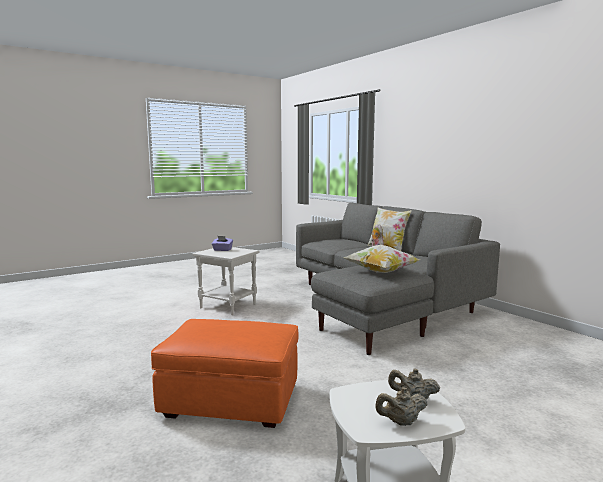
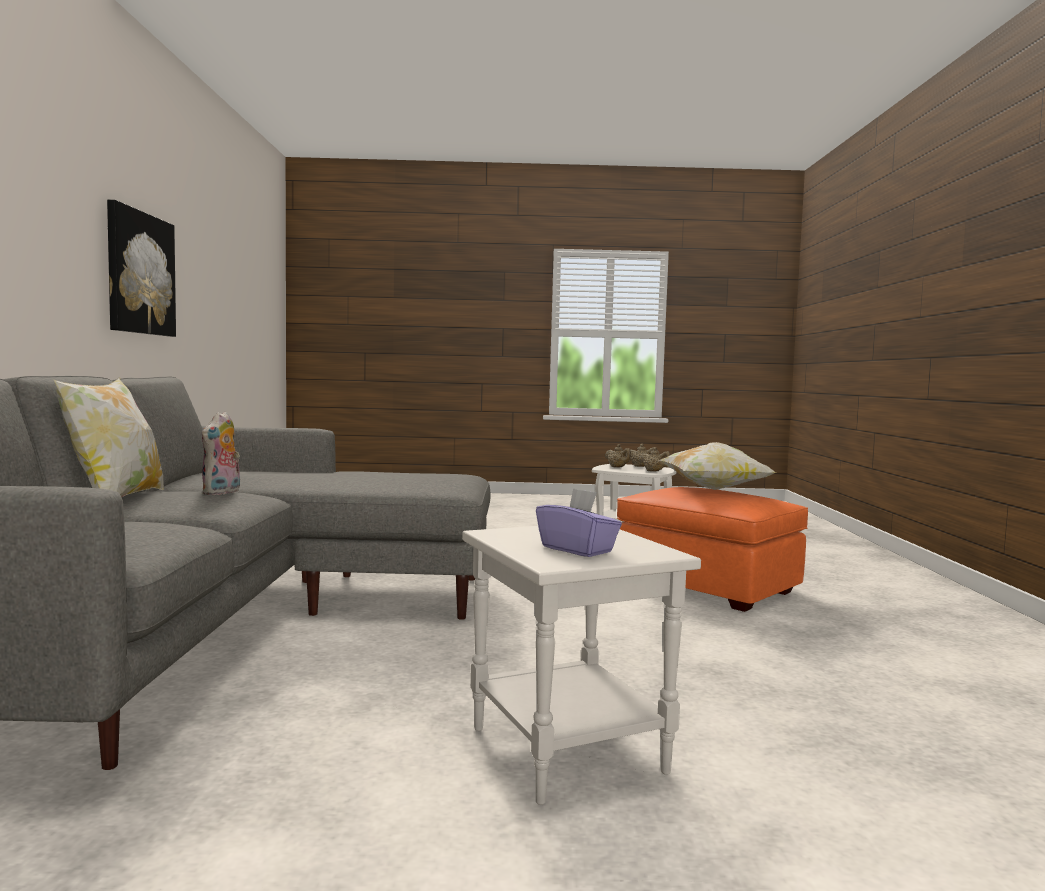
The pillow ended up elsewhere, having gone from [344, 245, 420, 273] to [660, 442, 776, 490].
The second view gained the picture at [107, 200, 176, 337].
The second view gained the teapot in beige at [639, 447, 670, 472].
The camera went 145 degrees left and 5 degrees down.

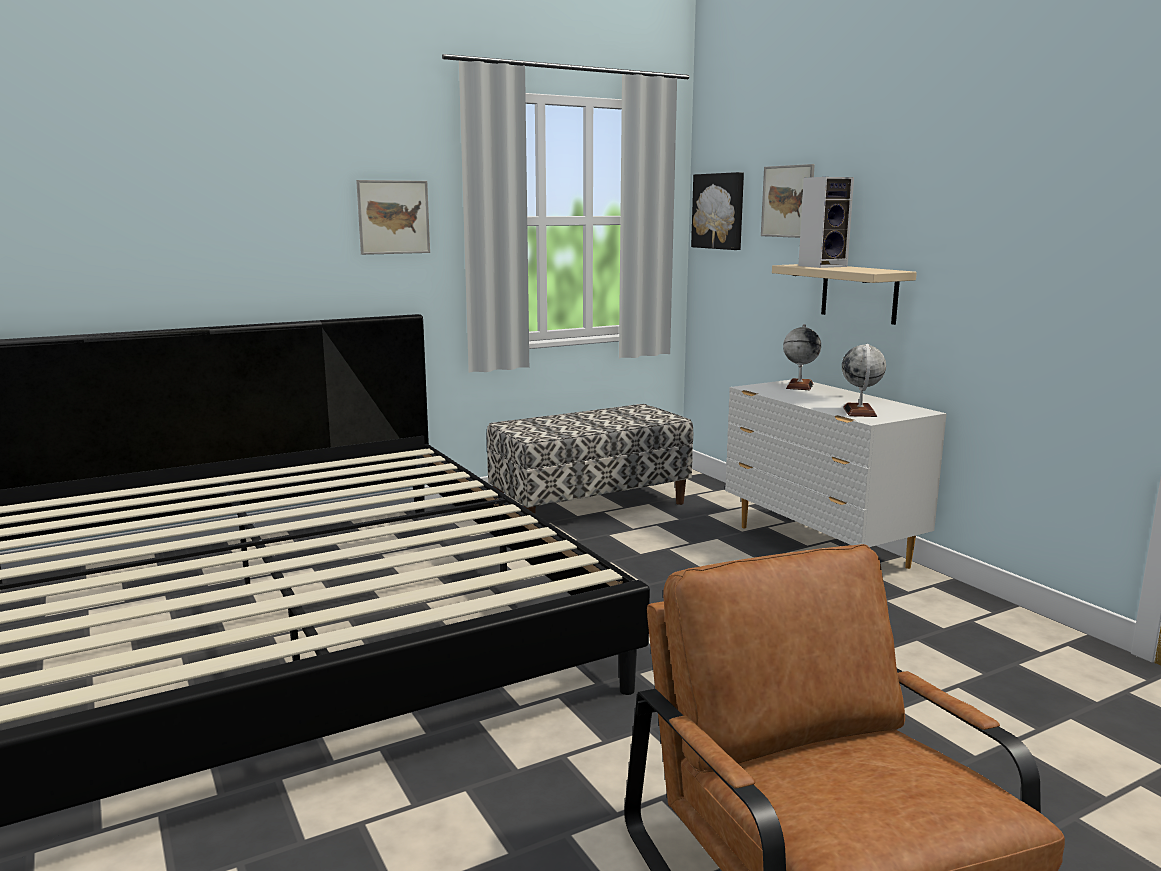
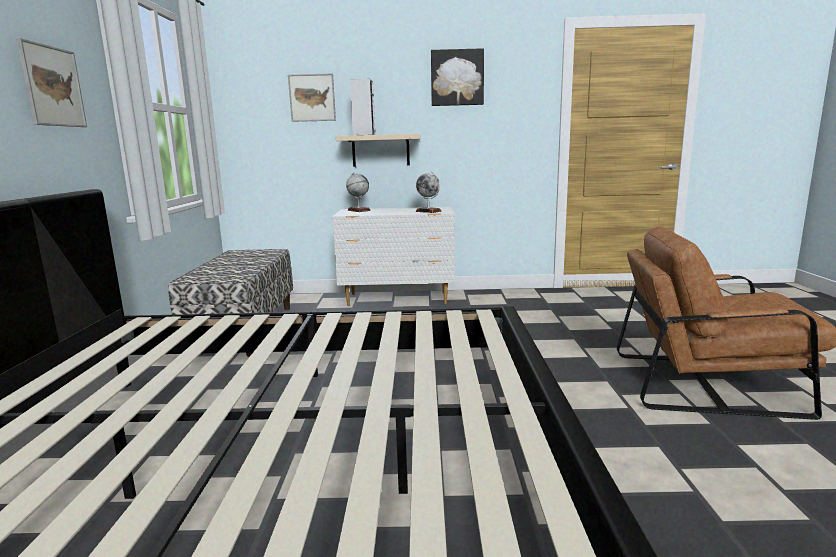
The picture ended up elsewhere, having gone from [691, 172, 744, 250] to [431, 48, 484, 106].
The camera went 60 degrees left and 0 degrees up.

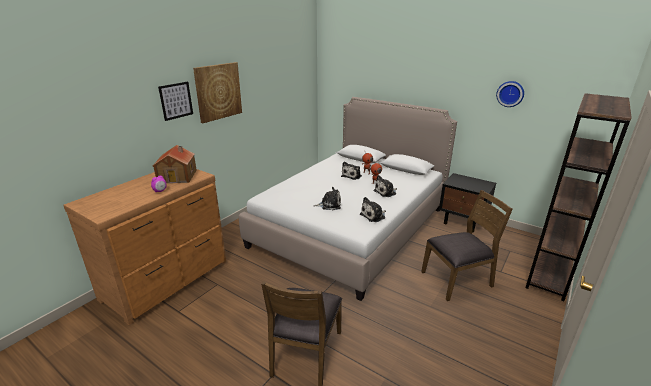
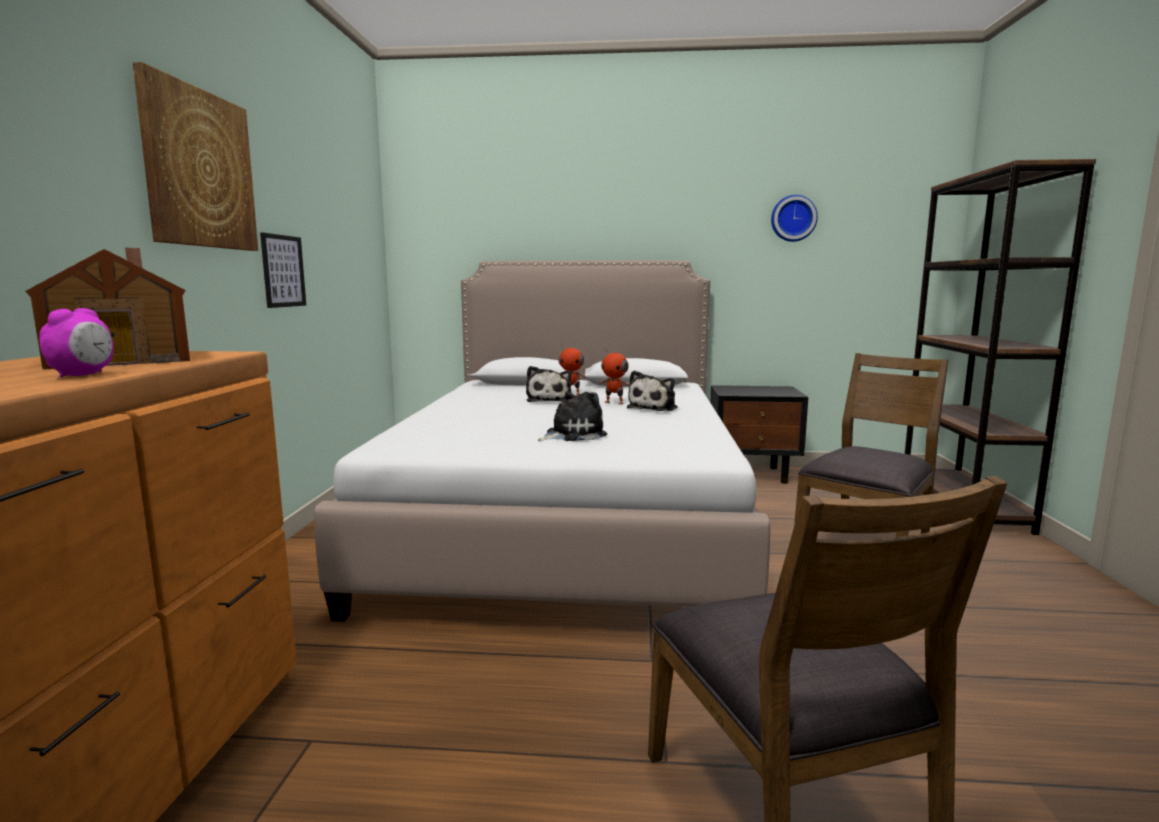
The picture ended up elsewhere, having gone from [158, 82, 193, 121] to [260, 233, 306, 308].
The second view lost the plush toy at [360, 197, 386, 222].
The camera went 30 degrees left and 15 degrees down.

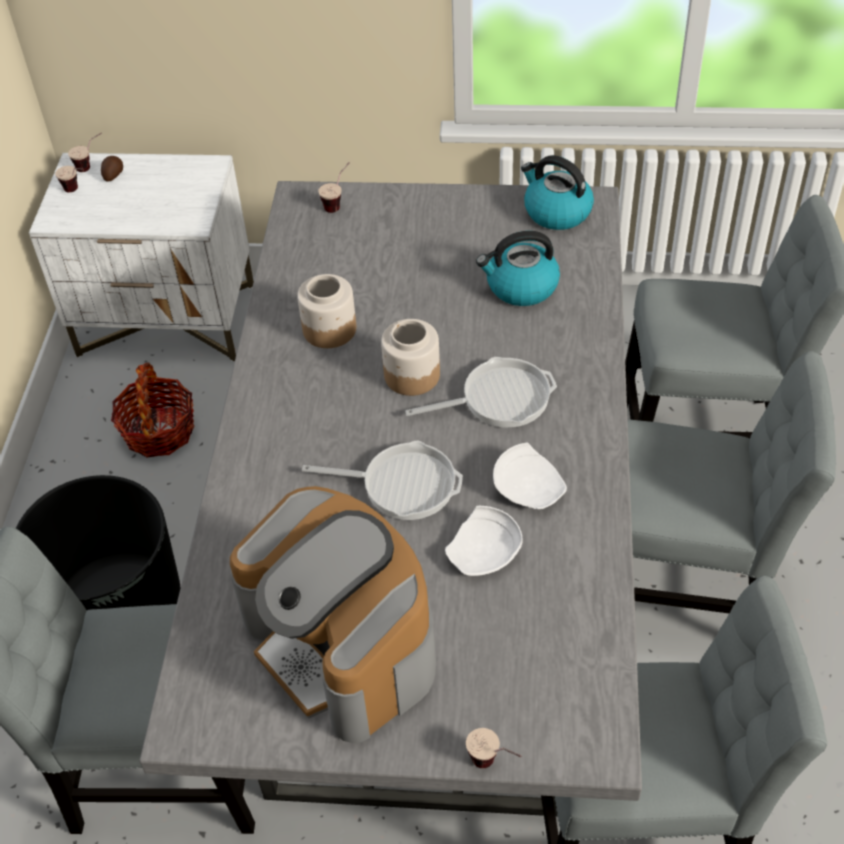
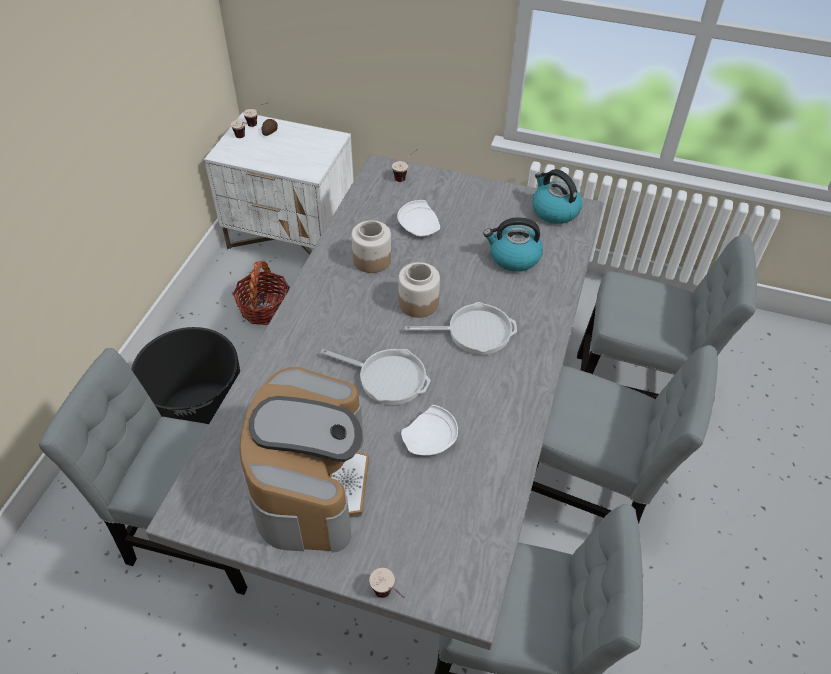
The coffee machine at [230, 486, 436, 743] ended up facing another way, 150 degrees counterclockwise from before.
The plate in white ended up elsewhere, having gone from [493, 443, 567, 510] to [397, 200, 440, 237].
The camera went 10 degrees right and 0 degrees up.

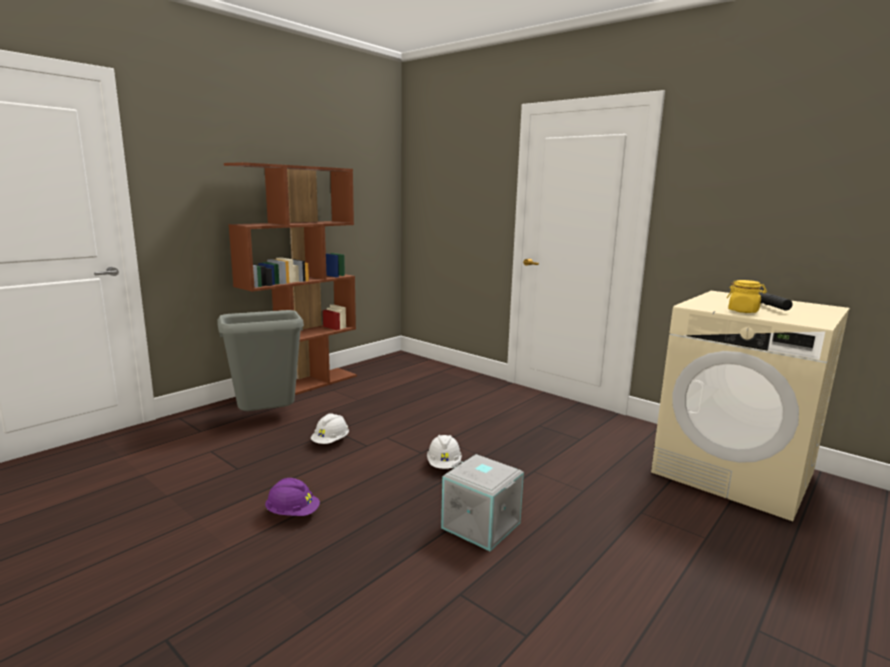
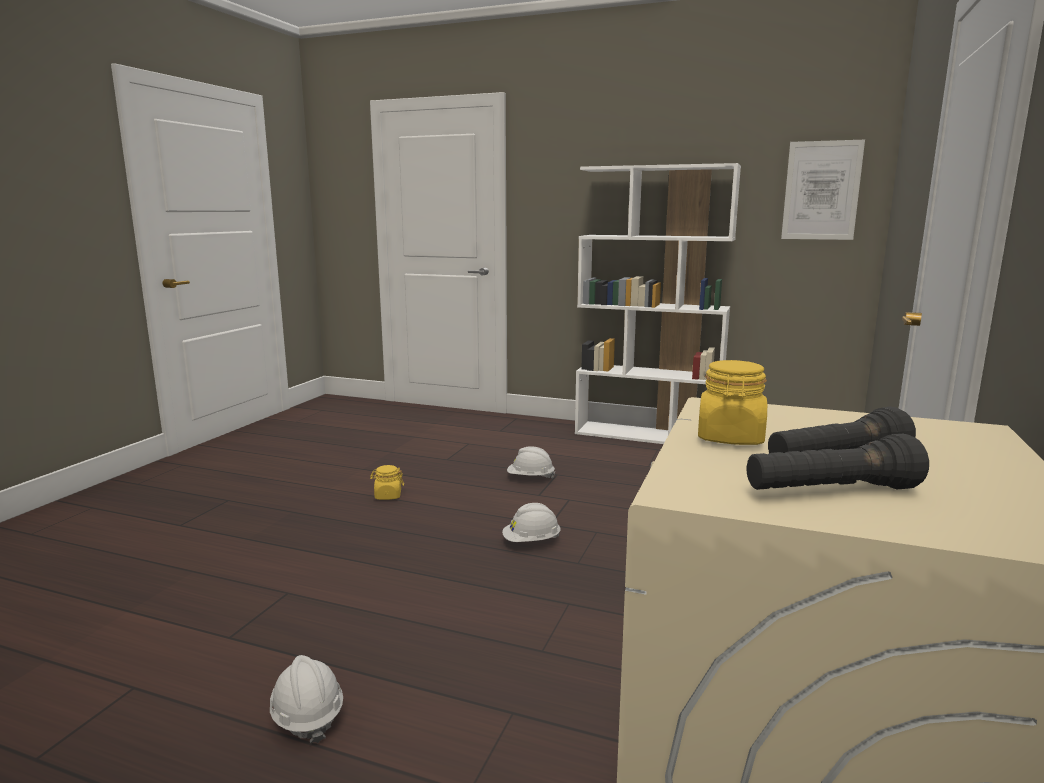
The second view lost the trash can in grey at [217, 310, 304, 411].
What was the bookcase in brown at [224, 162, 357, 395] turned into the bookcase in white at [575, 163, 741, 444].
Where the hard hat in purple stood at [265, 478, 320, 516], the jar in yellow came to stand at [370, 465, 404, 500].
The second view lost the storage box in grey at [441, 454, 524, 551].
The second view gained the hard hat in white at [270, 655, 343, 743].
The second view gained the flashlight in black at [747, 434, 929, 490].
The second view gained the picture at [781, 140, 865, 240].
The camera went 70 degrees right and 0 degrees up.

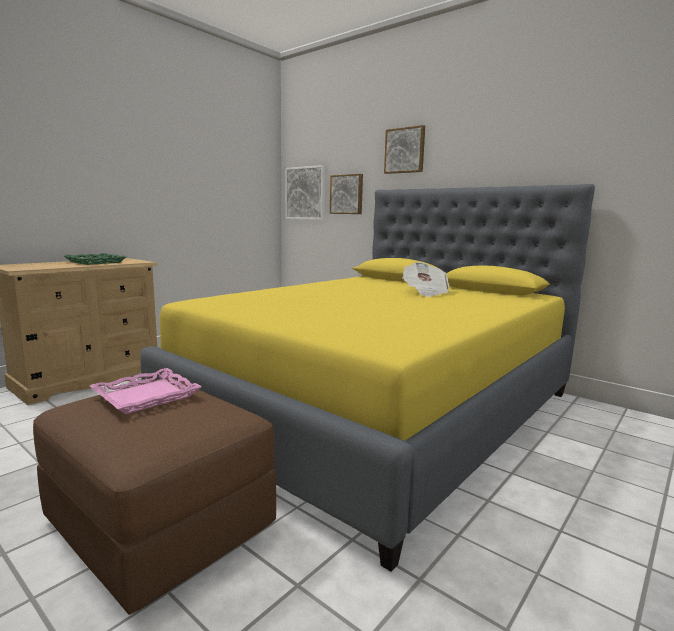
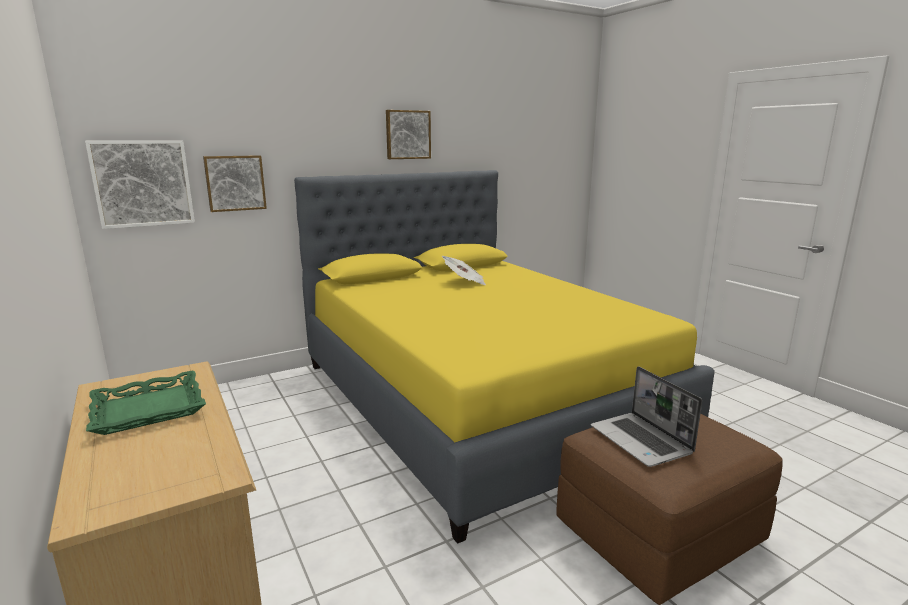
Where the tray in pink stood at [90, 368, 202, 414], the laptop came to stand at [591, 366, 702, 467].
The picture ended up elsewhere, having gone from [384, 125, 425, 174] to [386, 110, 431, 159].
The camera went 70 degrees left and 5 degrees up.

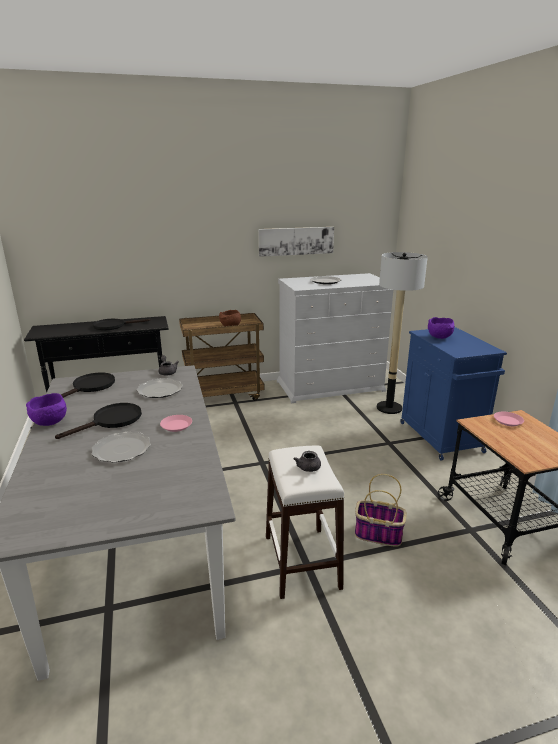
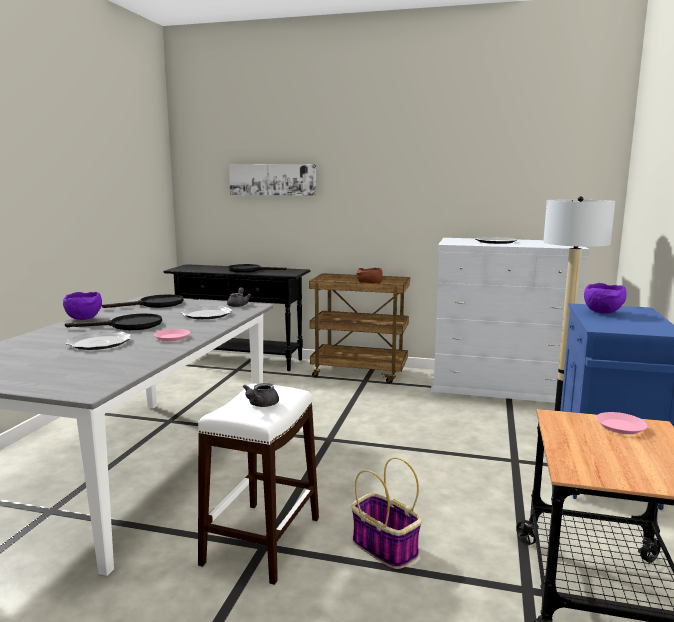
The picture ended up elsewhere, having gone from [258, 227, 334, 257] to [229, 164, 316, 196].
The camera went 30 degrees right and 10 degrees down.

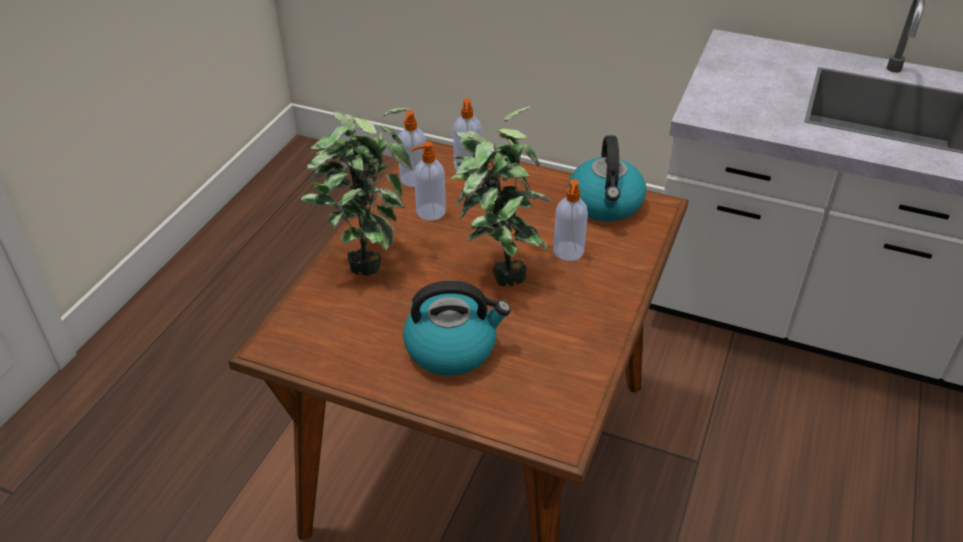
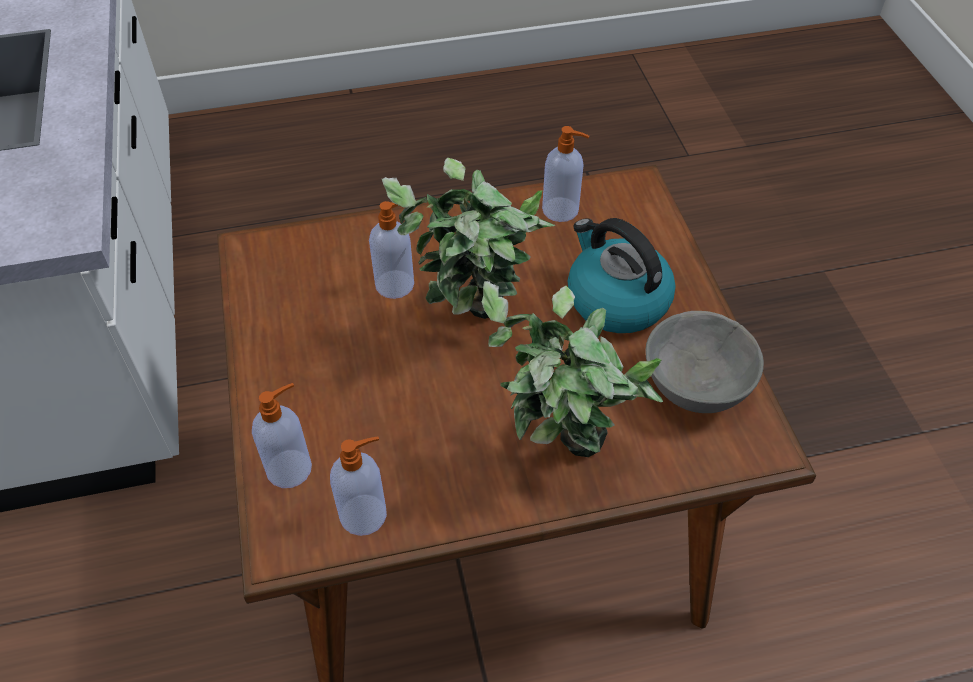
The soap dispenser ended up elsewhere, having gone from [411, 142, 446, 221] to [542, 126, 589, 222].
The second view lost the kettle at [568, 136, 646, 222].
The second view gained the bowl in grey at [645, 311, 764, 413].
The camera went 125 degrees left and 10 degrees up.

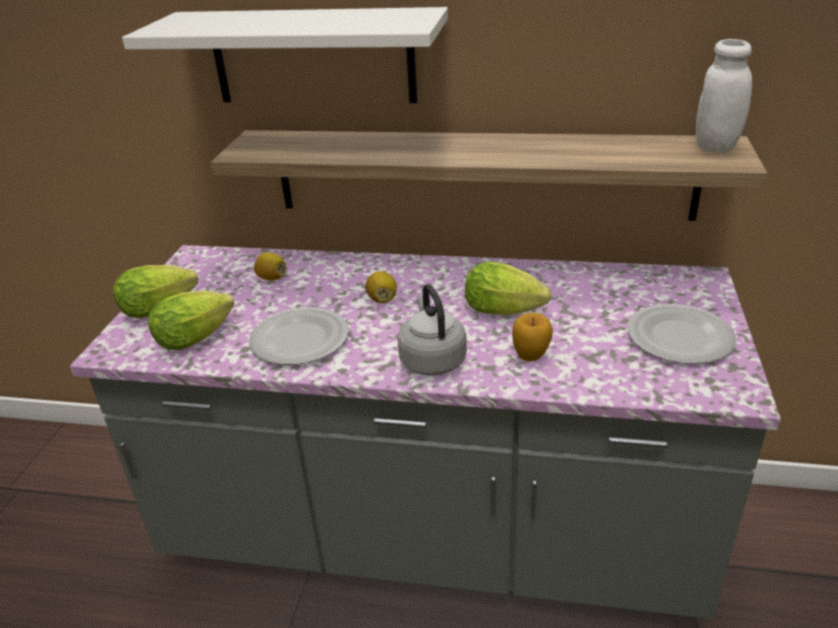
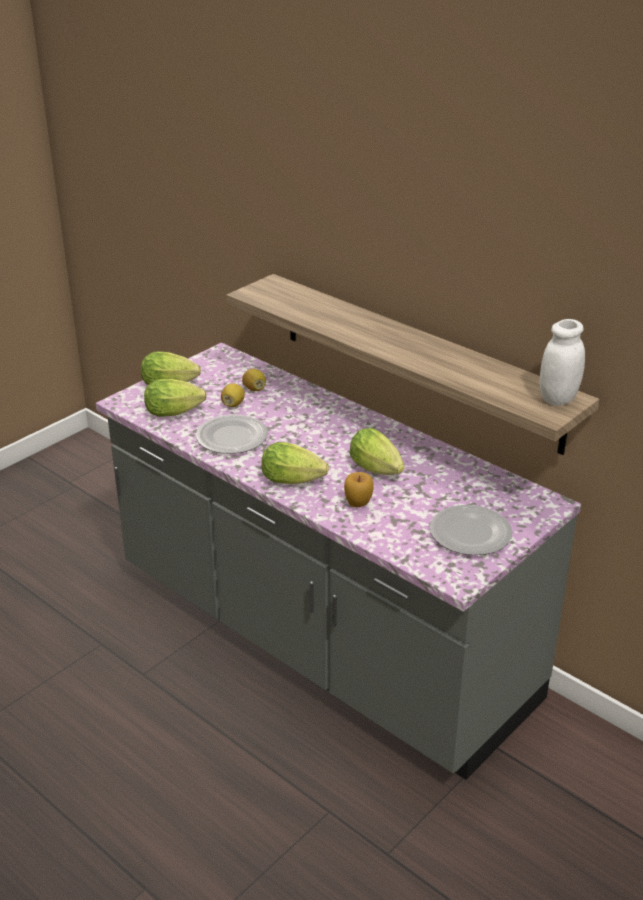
The second view lost the shelf in white at [122, 7, 448, 103].
The lemon ended up elsewhere, having gone from [365, 271, 397, 303] to [221, 383, 245, 407].
Where the kettle in grey stood at [397, 284, 467, 376], the lettuce came to stand at [261, 442, 329, 484].
The camera went 30 degrees right and 0 degrees up.

